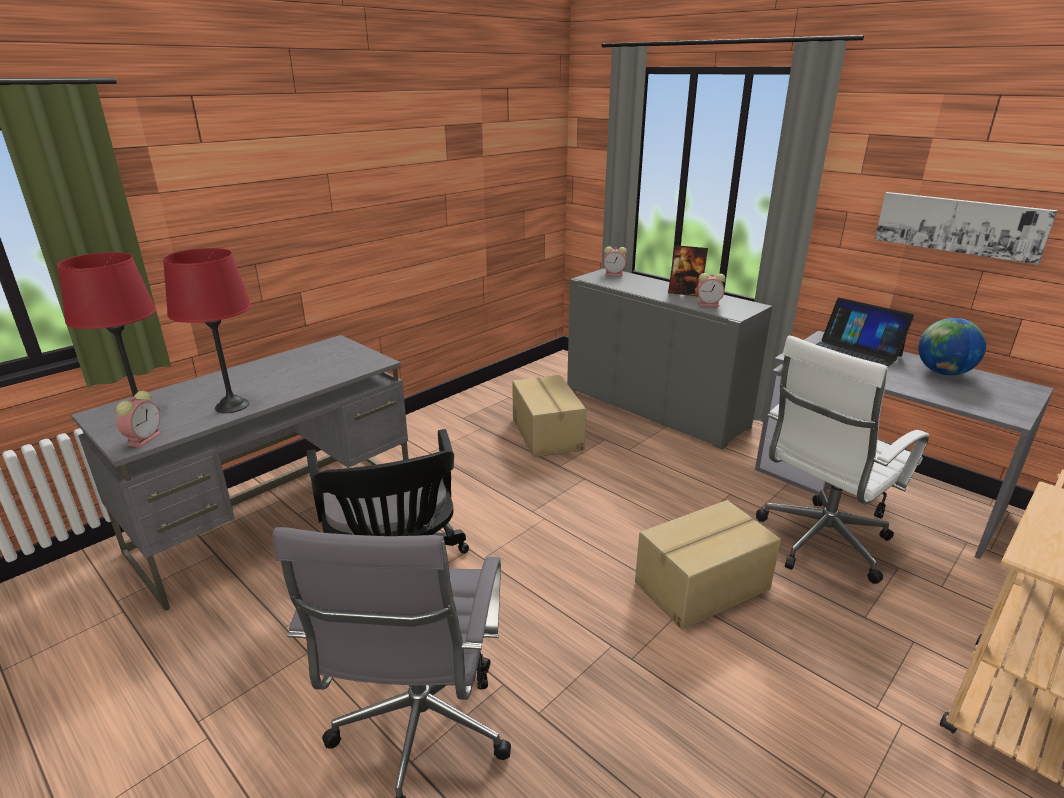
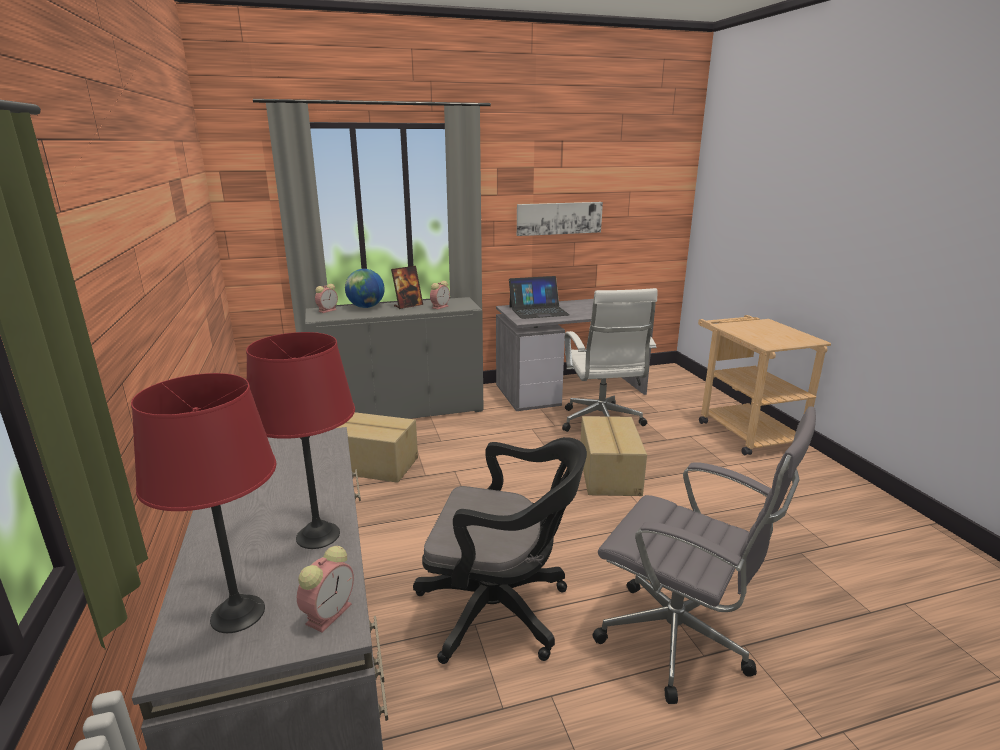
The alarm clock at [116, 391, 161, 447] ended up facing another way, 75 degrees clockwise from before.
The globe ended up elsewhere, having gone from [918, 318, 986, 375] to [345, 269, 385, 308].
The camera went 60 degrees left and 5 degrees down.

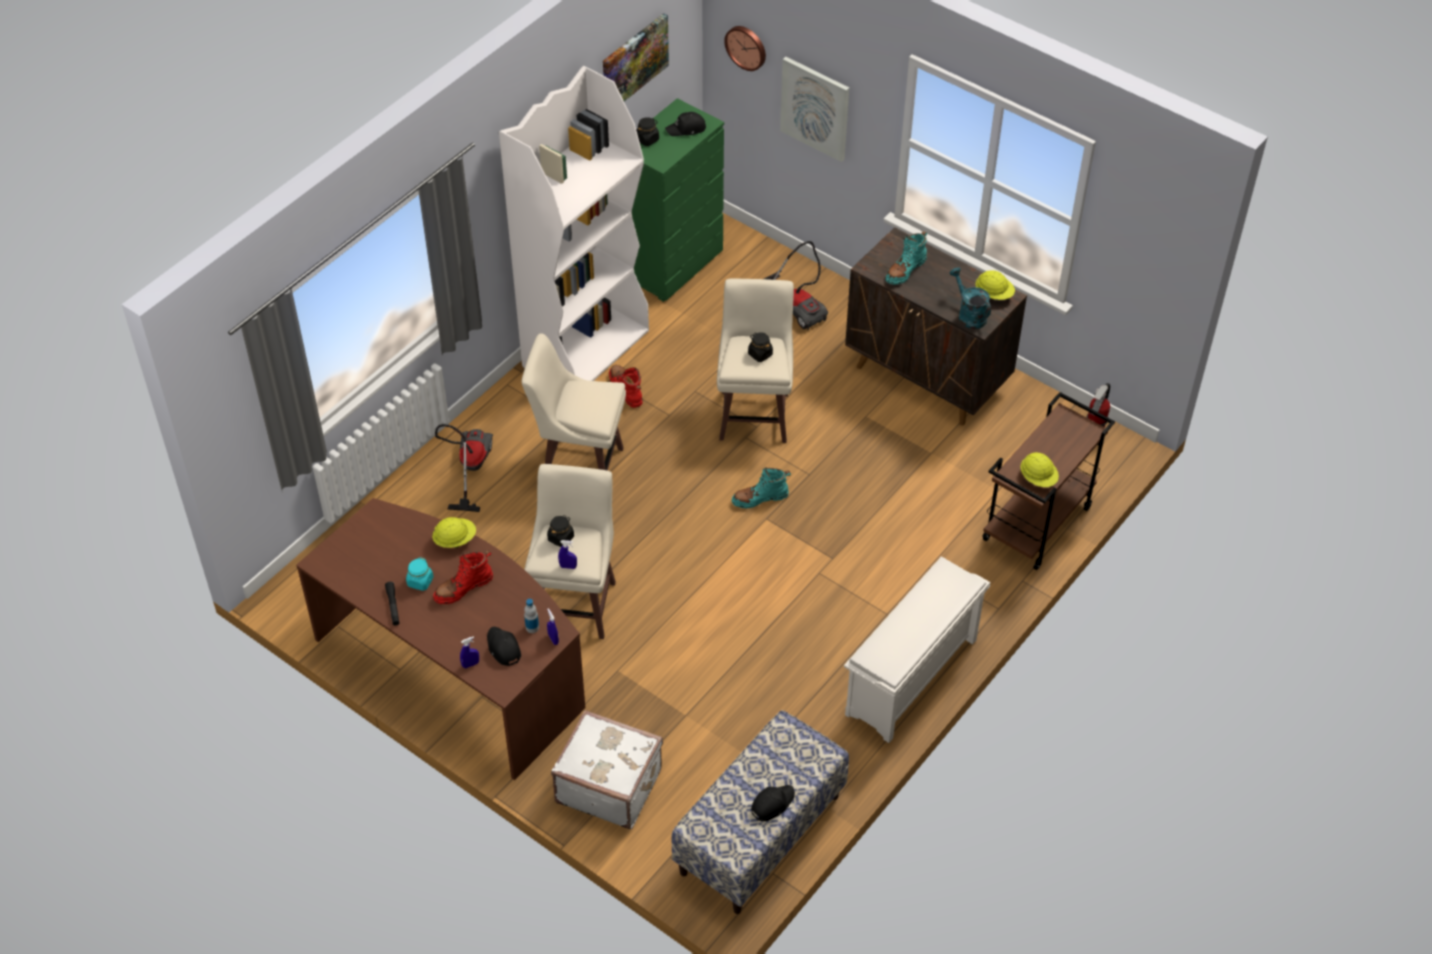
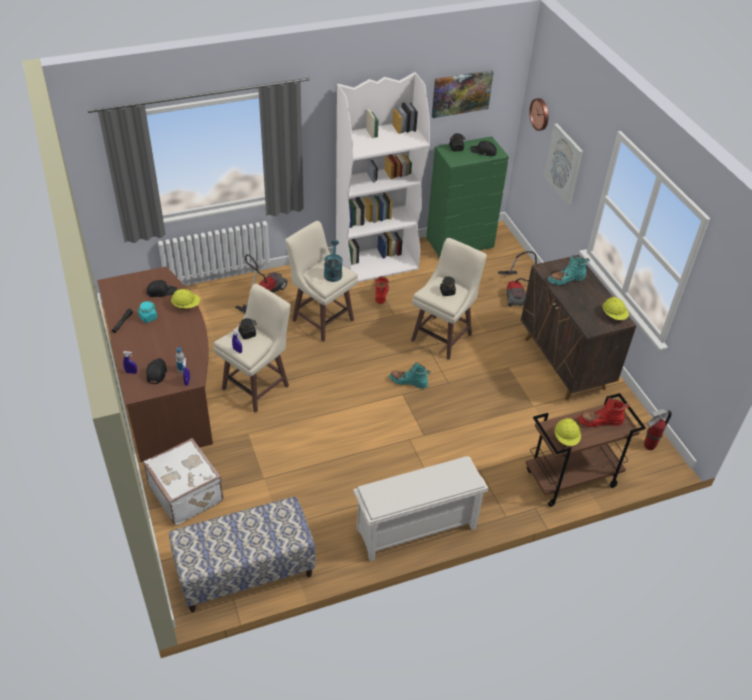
The boot in red ended up elsewhere, having gone from [433, 550, 493, 604] to [578, 398, 630, 427].
The cap in black ended up elsewhere, having gone from [751, 785, 795, 821] to [146, 280, 177, 297].
The watering can in turquoise ended up elsewhere, having gone from [949, 267, 991, 329] to [324, 240, 343, 282].
The camera went 30 degrees right and 5 degrees down.

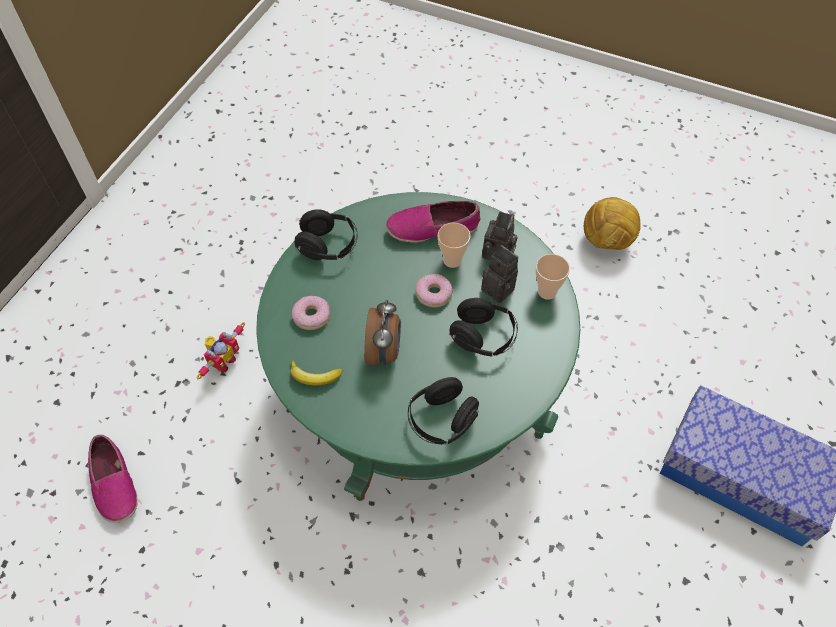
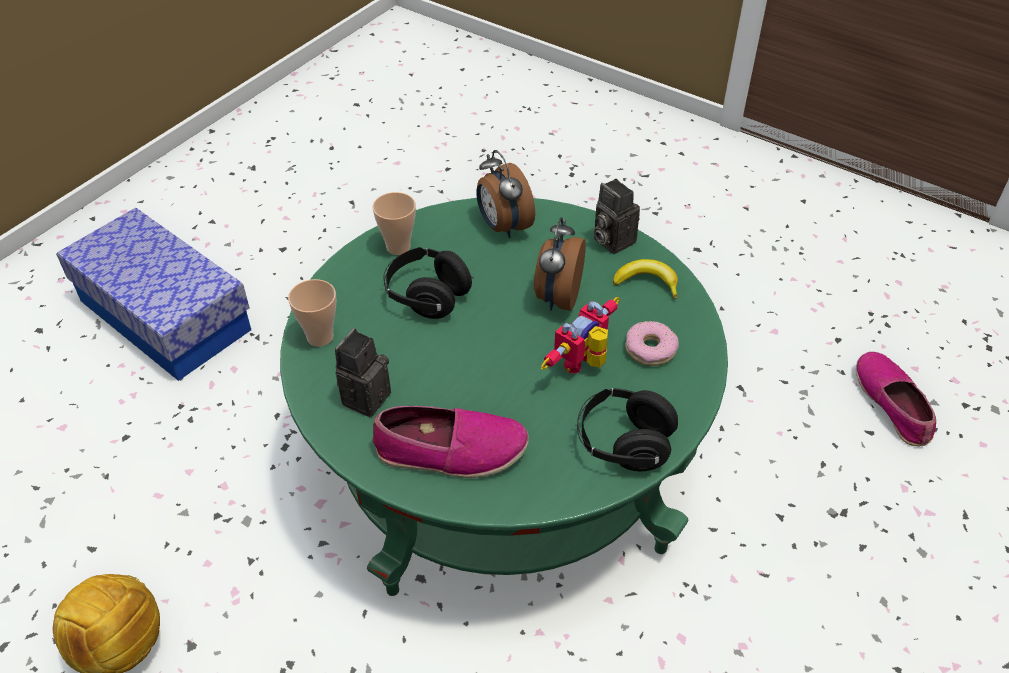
The toy robot ended up elsewhere, having gone from [197, 322, 245, 379] to [541, 297, 620, 374].
Where the headphones in black stood at [408, 377, 479, 445], the alarm clock came to stand at [476, 150, 535, 238].
The second view lost the donut at [415, 274, 453, 308].
The cup ended up elsewhere, having gone from [438, 223, 470, 268] to [372, 192, 416, 255].
The photo camera ended up elsewhere, having gone from [481, 245, 518, 303] to [594, 179, 640, 254].
The camera went 170 degrees left and 10 degrees down.

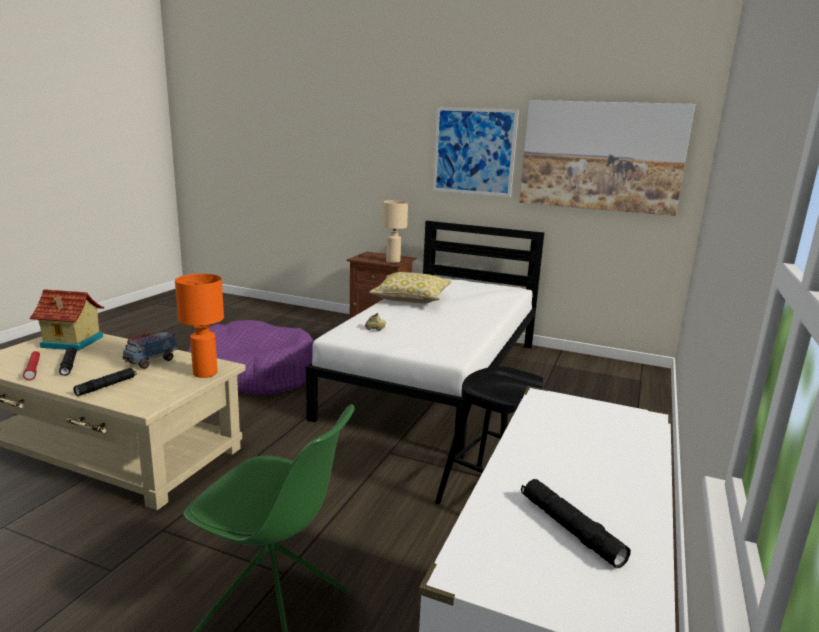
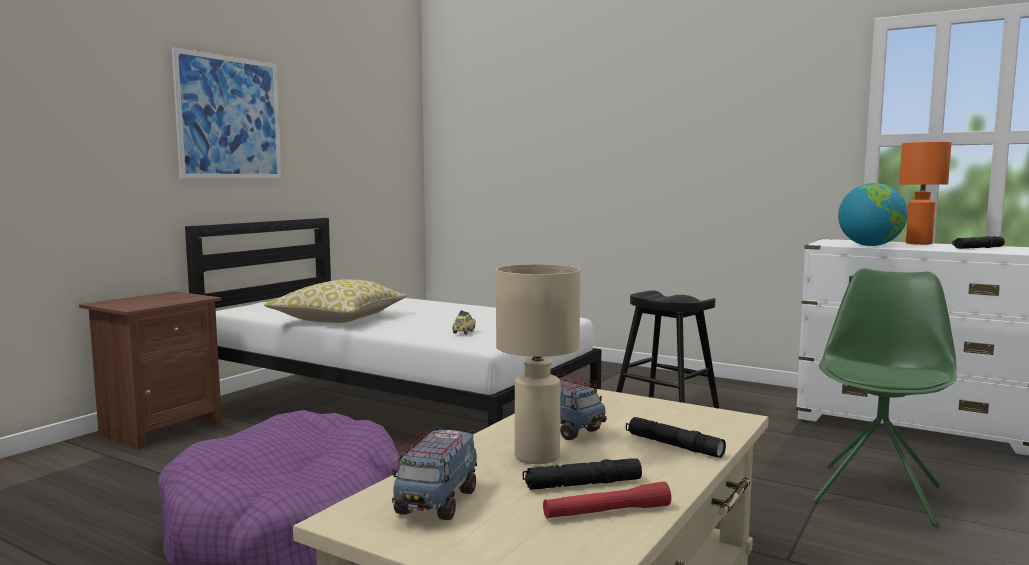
Where the toy house stood at [30, 289, 104, 351], the toy truck came to stand at [392, 427, 477, 520].
The table lamp in orange ended up elsewhere, having gone from [175, 274, 224, 378] to [899, 142, 951, 245].
The table lamp in beige ended up elsewhere, having gone from [381, 200, 408, 263] to [496, 264, 580, 464].
The second view lost the picture at [519, 100, 695, 216].
The second view gained the globe at [838, 183, 908, 246].
The camera went 80 degrees left and 10 degrees down.

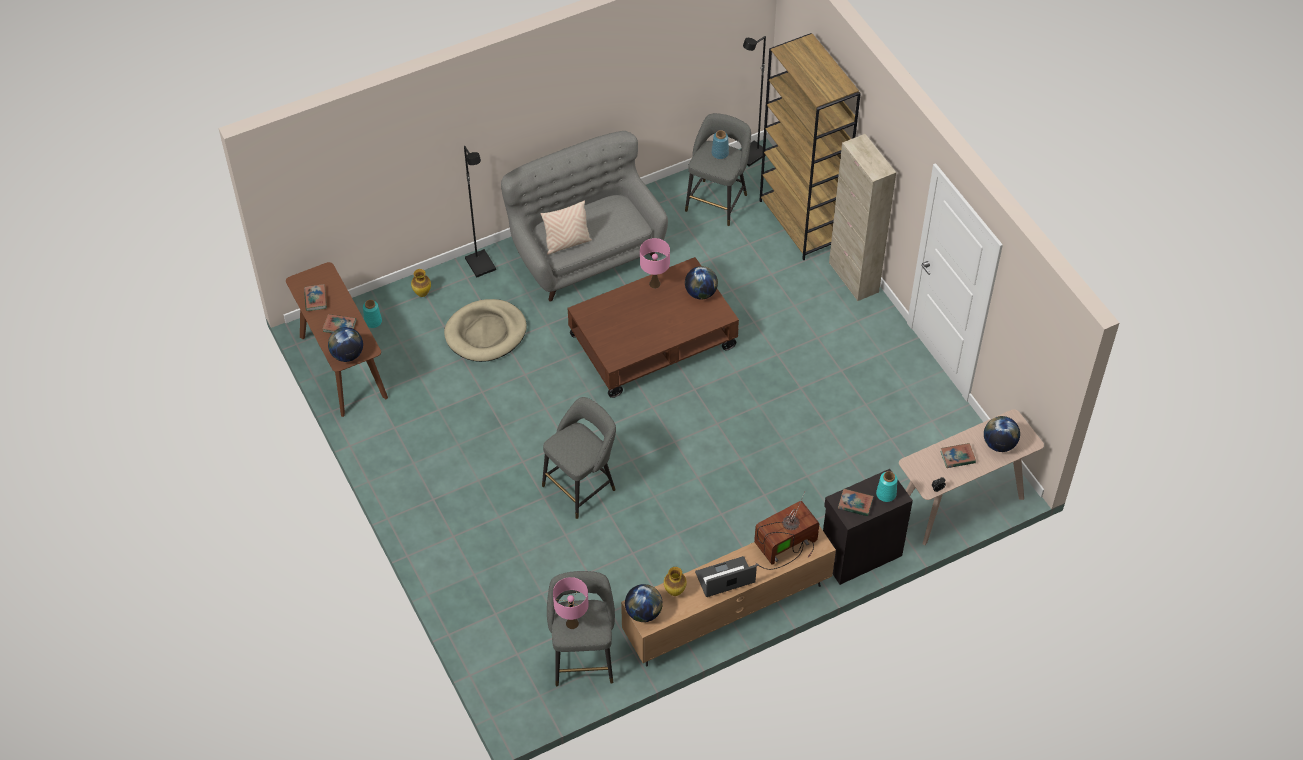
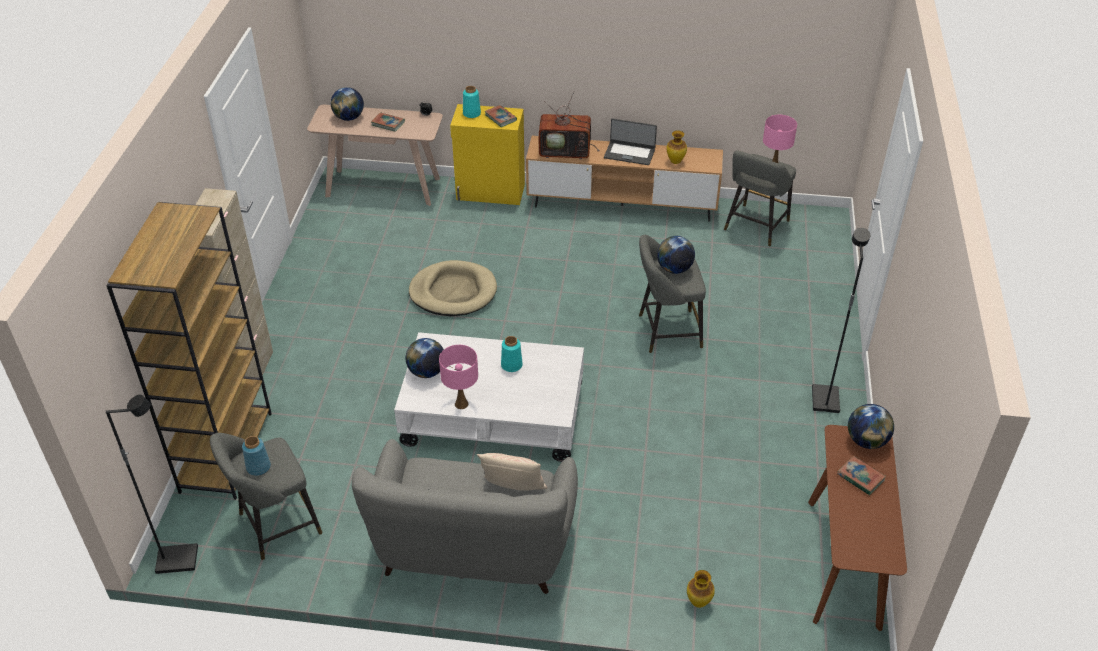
The second view lost the book at [304, 284, 327, 311].
The vase in turquoise ended up elsewhere, having gone from [363, 300, 382, 328] to [501, 336, 523, 372].
The dog bed in beige ended up elsewhere, having gone from [444, 299, 527, 362] to [409, 260, 497, 316].
The floor lamp in black ended up elsewhere, having gone from [464, 146, 496, 277] to [812, 228, 870, 413].
What was the coffee table in brown at [567, 257, 739, 398] turned into the coffee table in white at [394, 332, 584, 462].
The globe ended up elsewhere, having gone from [625, 584, 663, 622] to [657, 236, 695, 274].
What was the cabinet in black at [823, 469, 913, 585] turned into the cabinet in yellow at [450, 104, 525, 205].
The camera went 145 degrees left and 10 degrees down.

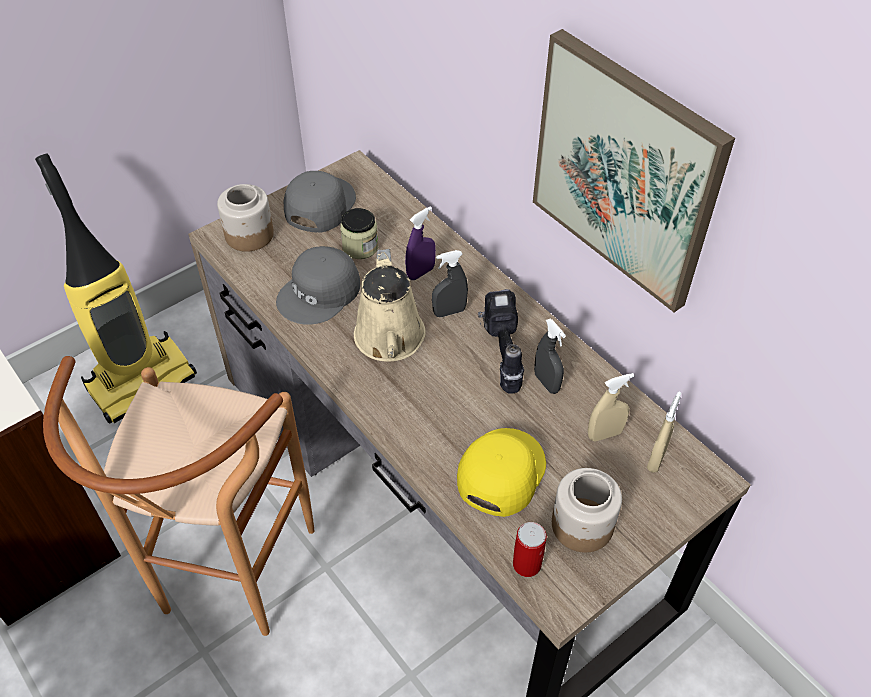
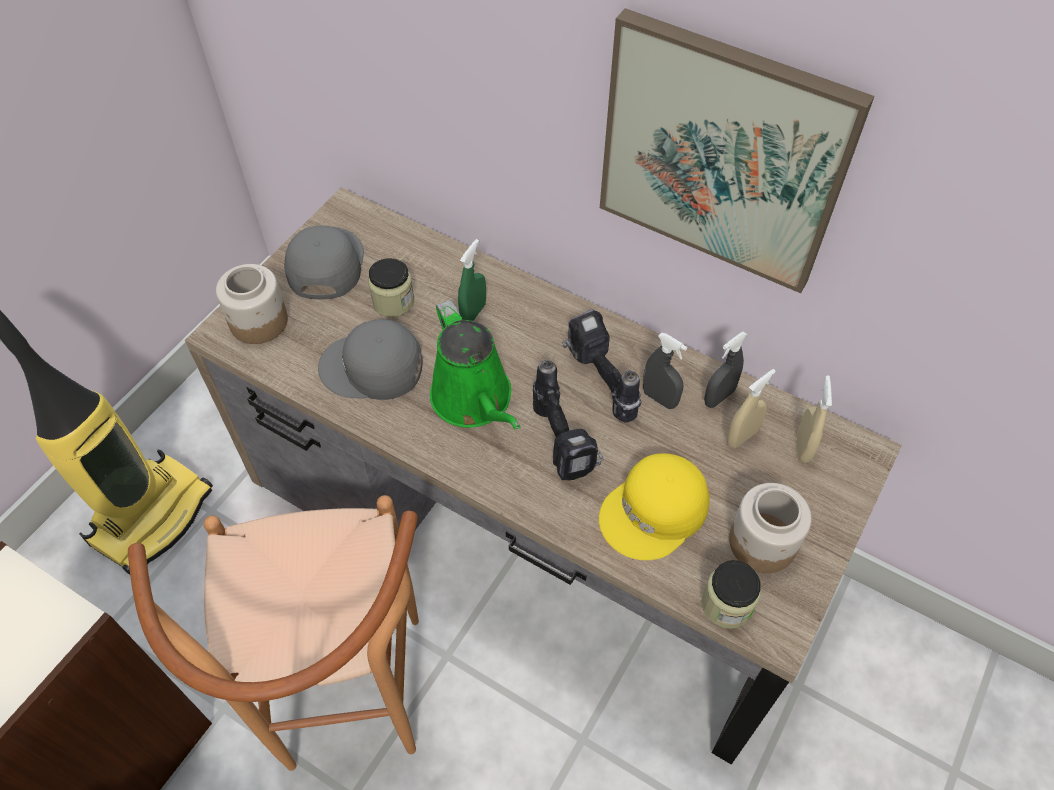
The cap in grey at [276, 246, 360, 325] ended up facing another way, 75 degrees clockwise from before.
What was the watering can in beige at [354, 249, 426, 361] turned into the watering can in green at [430, 300, 520, 430].
What was the spray bottle in purple at [405, 207, 436, 280] turned into the spray bottle in green at [458, 239, 486, 321].
The spray bottle in grey ended up elsewhere, having gone from [432, 250, 468, 317] to [704, 331, 747, 408].
The cap in yellow at [457, 428, 546, 517] ended up facing another way, 135 degrees counterclockwise from before.
Where the can stood at [513, 522, 547, 577], the jar came to stand at [701, 560, 761, 629].
The second view gained the power drill at [533, 360, 603, 481].
The camera went 20 degrees left and 5 degrees up.

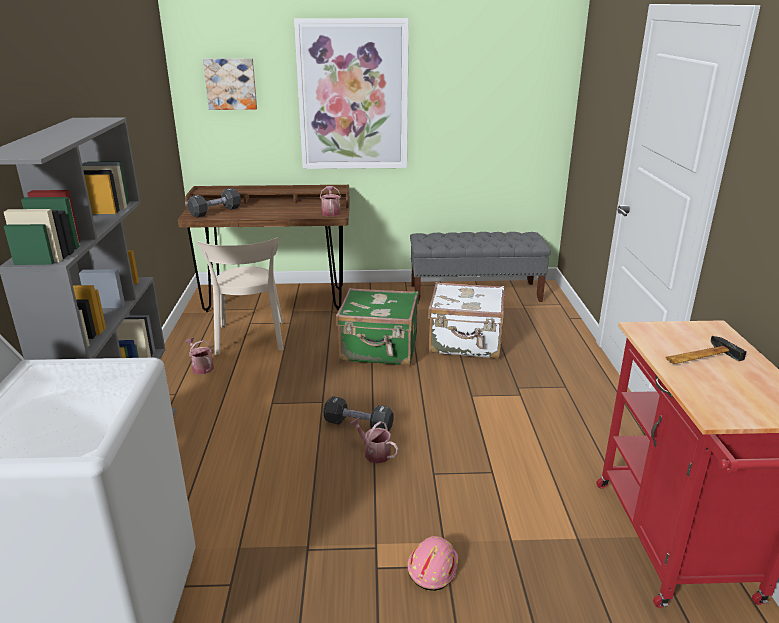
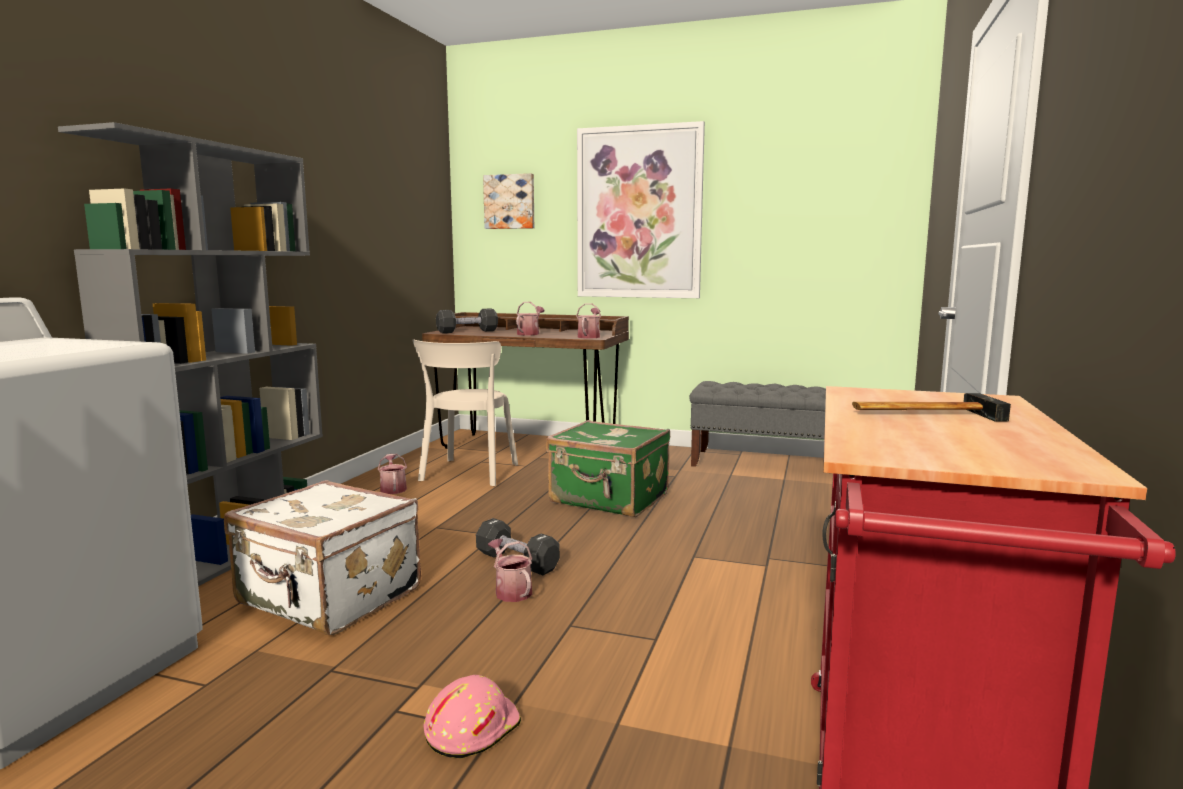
The suitcase in white ended up elsewhere, having gone from [428, 282, 505, 359] to [224, 480, 421, 635].
The second view gained the watering can at [516, 302, 545, 336].
The camera went 20 degrees right and 15 degrees down.

